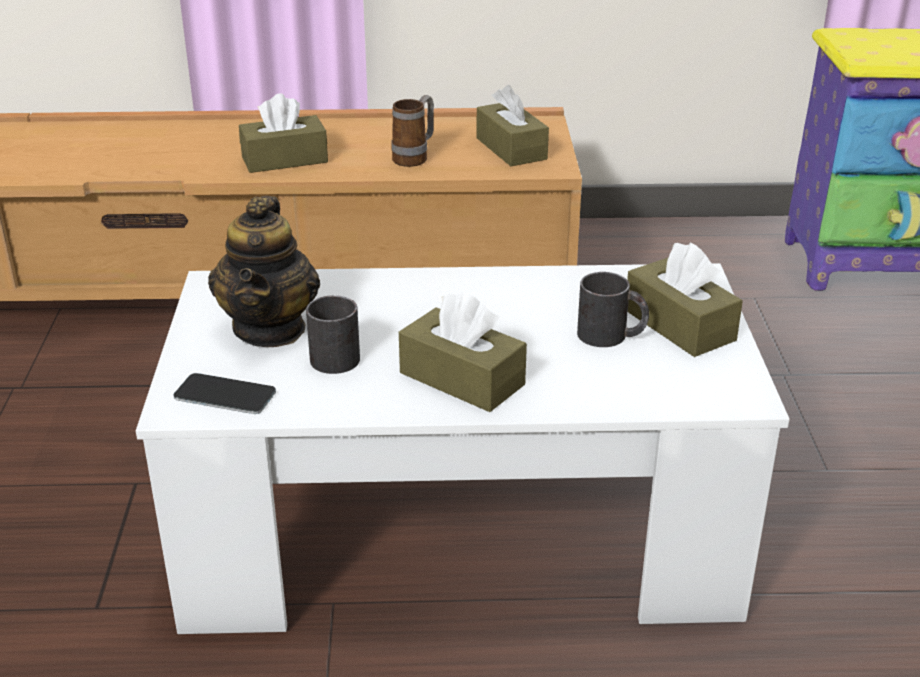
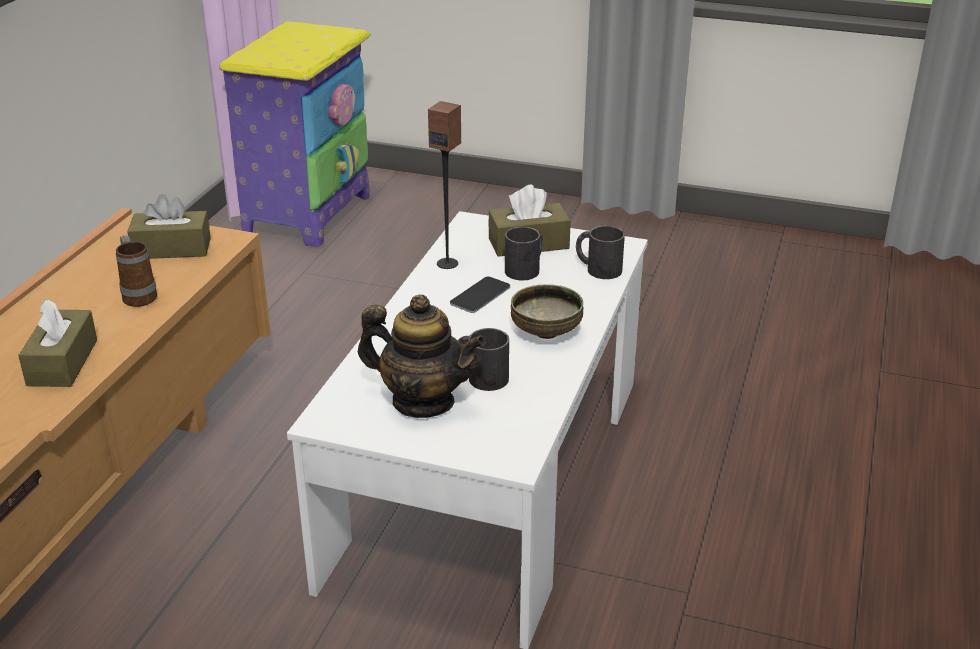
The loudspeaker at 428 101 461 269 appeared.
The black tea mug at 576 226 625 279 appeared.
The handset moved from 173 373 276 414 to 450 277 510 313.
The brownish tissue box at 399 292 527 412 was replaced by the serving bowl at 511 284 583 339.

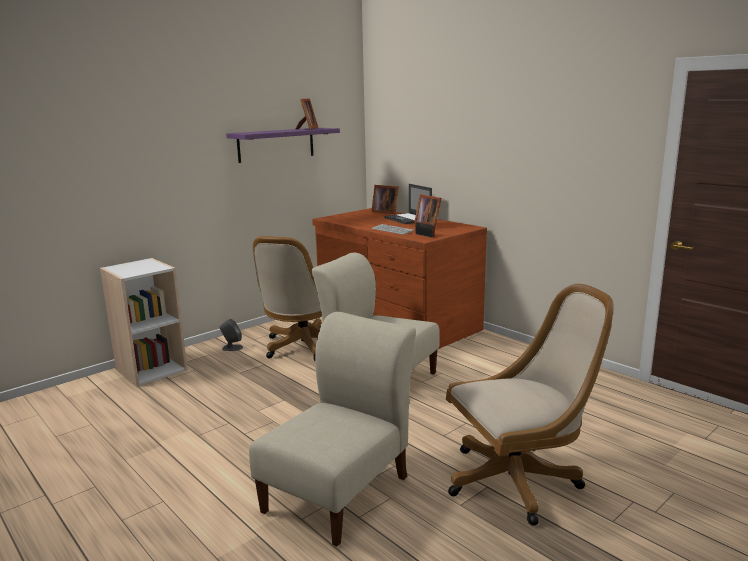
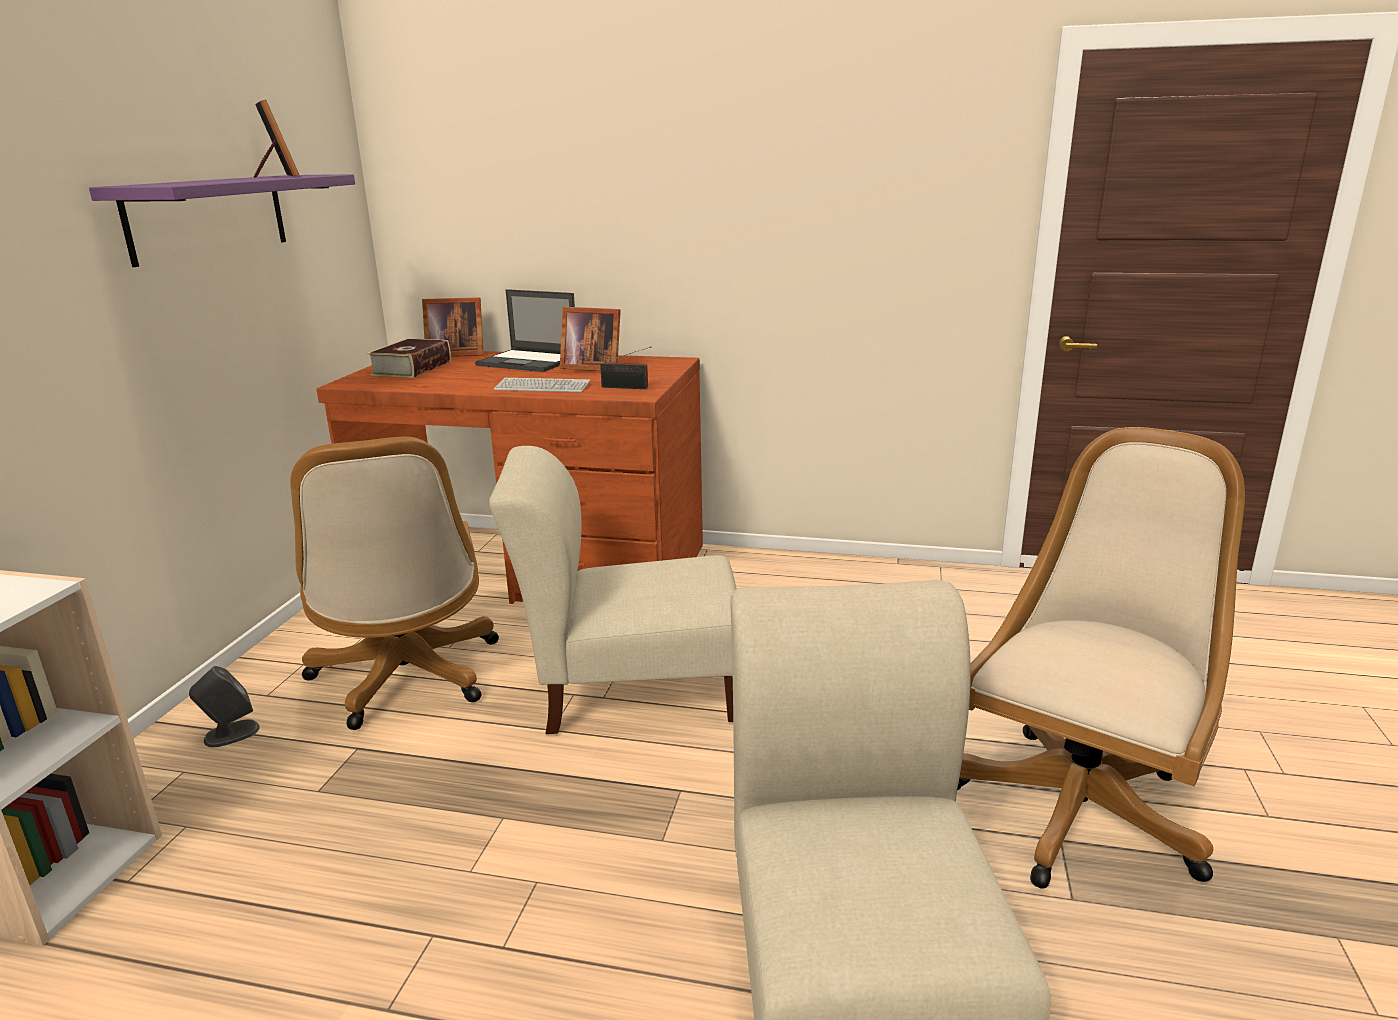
The bound book at 367 338 451 378 appeared.

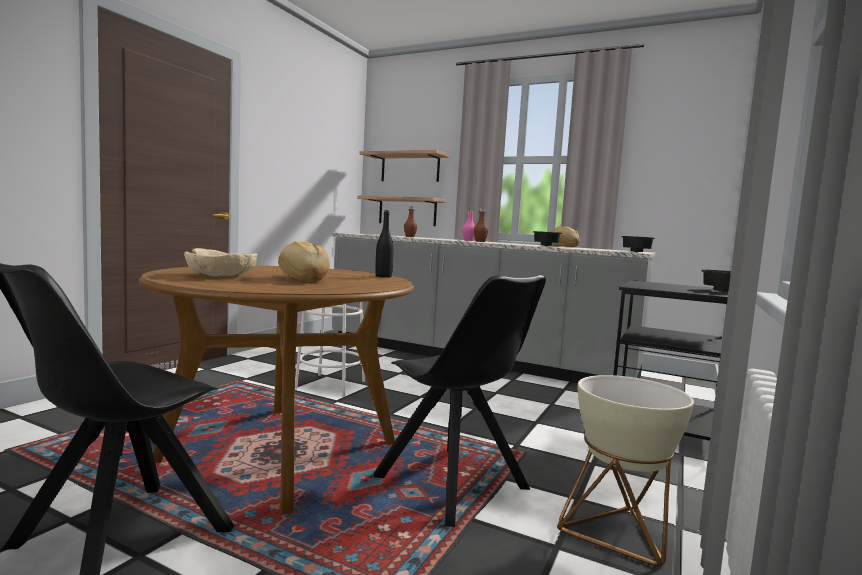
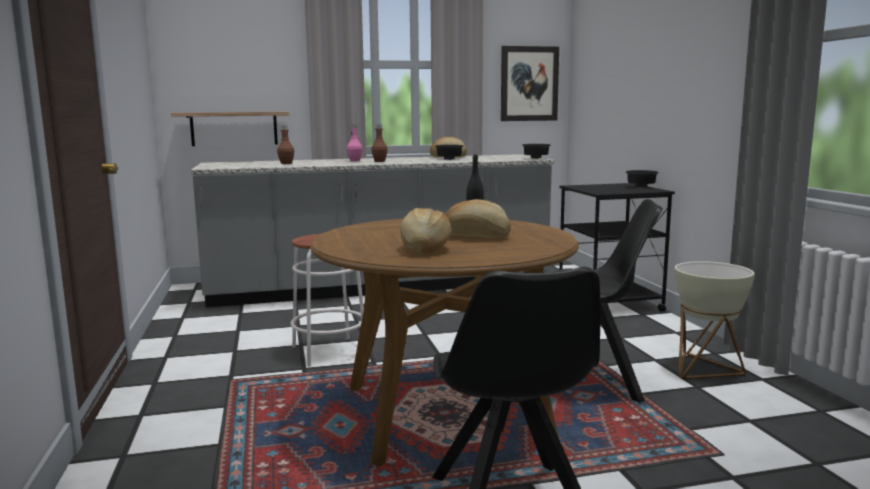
The shelf at 359 150 449 182 disappeared.
The wall picture at 501 46 559 121 appeared.
The sand-coloured serving bowl at 184 248 257 277 was replaced by the baked bread at 401 208 451 255.

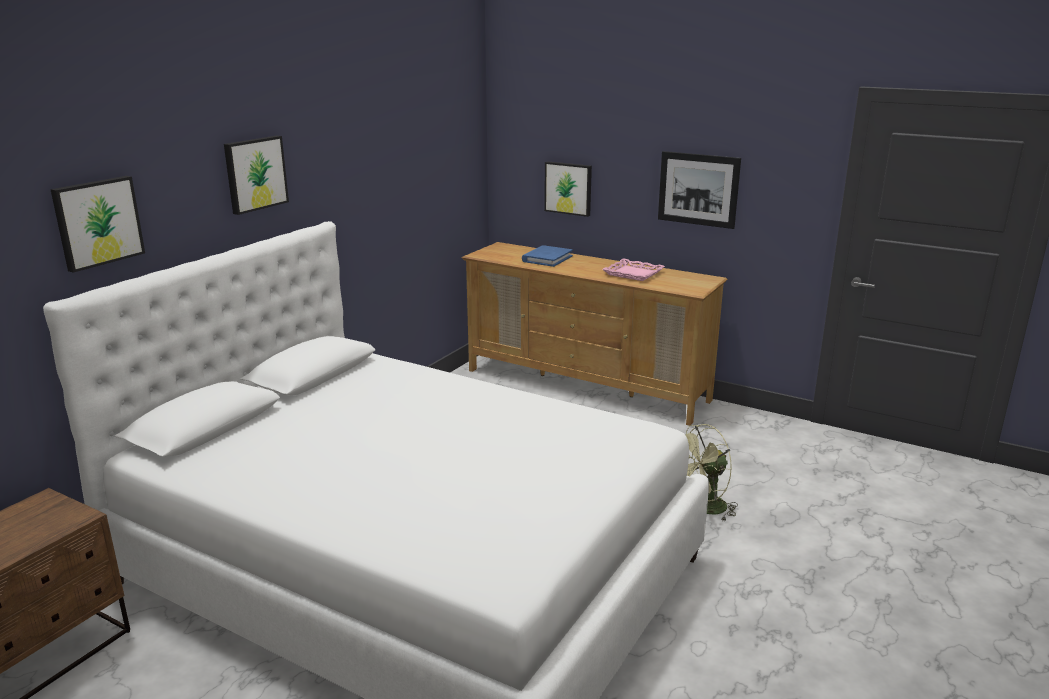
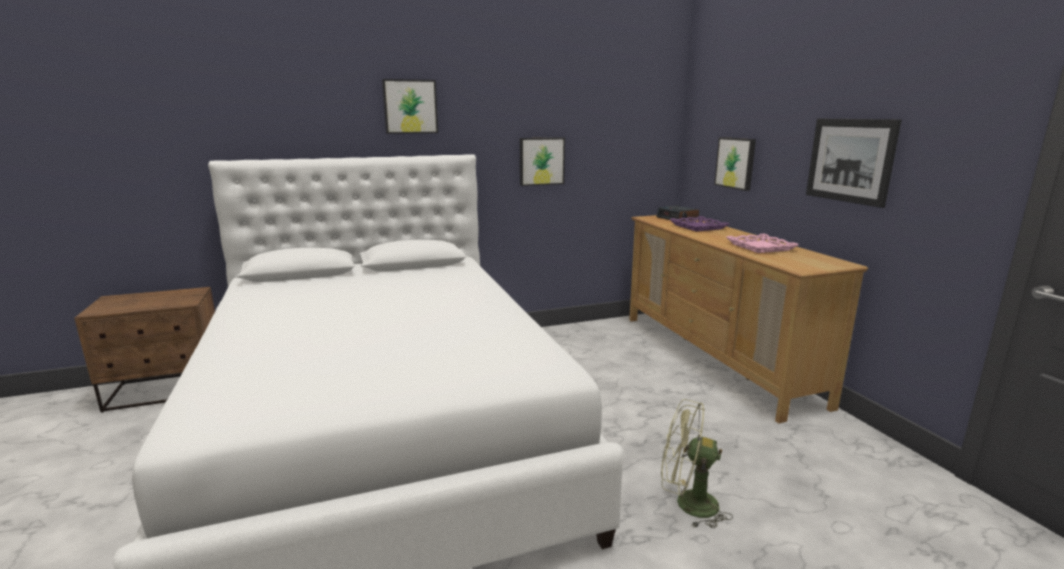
The table clock at 656 205 699 221 appeared.
The wall picture moved from 50 176 145 273 to 520 137 565 186.
The blue bound book at 522 245 573 267 was replaced by the purplish carrying tray at 670 216 729 232.

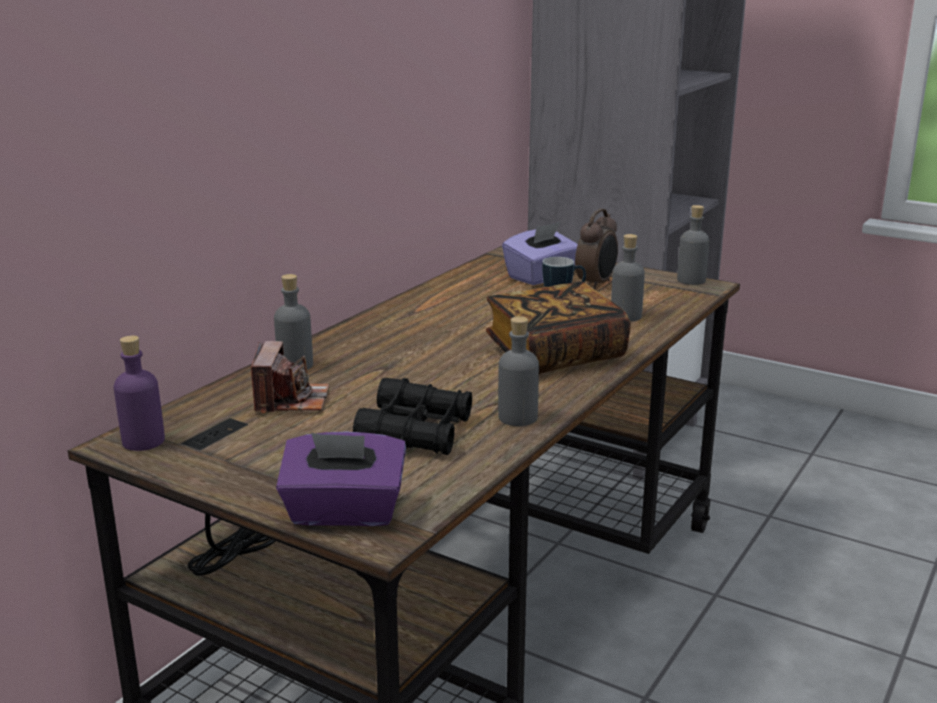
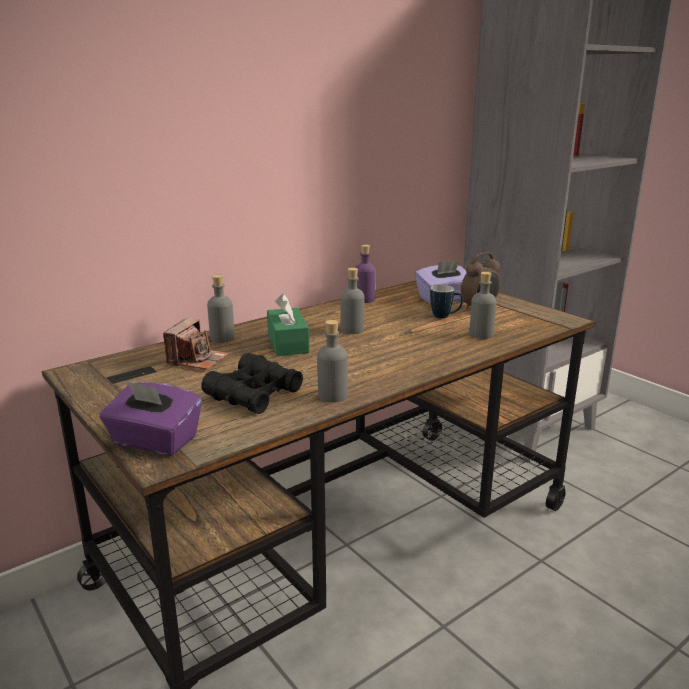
The bound book at 486 282 631 374 disappeared.
The green tissue box at 267 294 309 356 appeared.
The purplish bottle moved from 114 336 165 451 to 355 245 376 303.
The grey bottle moved from 677 205 710 285 to 340 268 364 334.

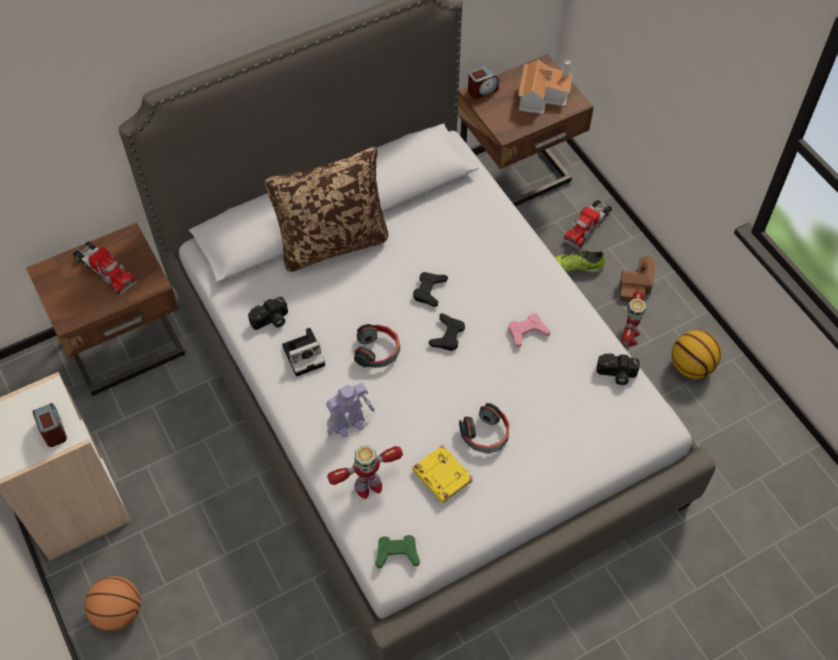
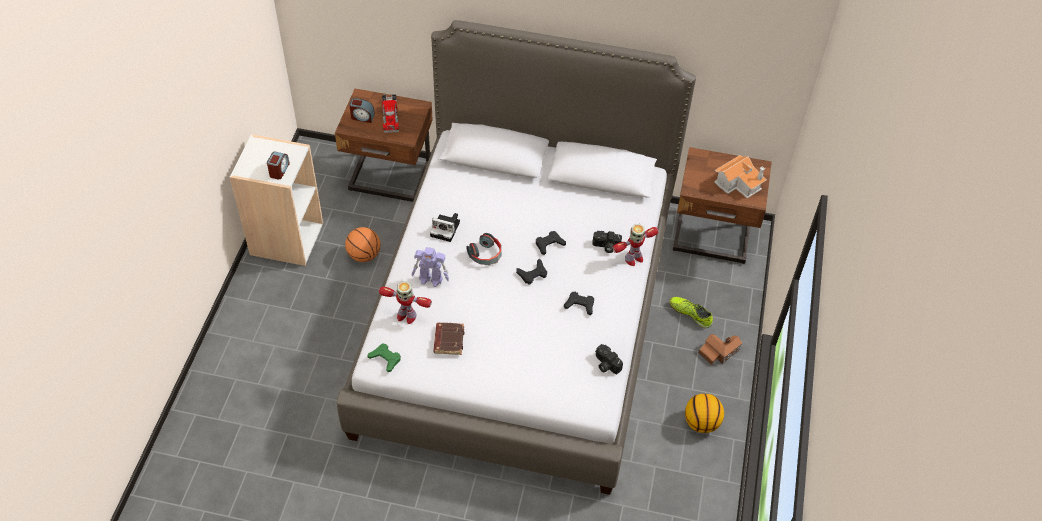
The brownish cushion at 264 147 388 272 disappeared.
The headphones at 459 403 509 454 disappeared.
The toy lorry at 563 199 612 249 disappeared.
The basketball ball moved from 84 576 141 631 to 345 227 381 262.
The still camera moved from 248 297 288 330 to 592 231 622 253.
The table clock moved from 468 66 499 99 to 349 98 375 123.
The robot figure moved from 621 291 646 346 to 612 224 658 266.
The yellow bound book at 412 445 473 503 became the brownish bound book at 433 323 464 355.
The pink gamepad at 508 314 550 348 became the black gamepad at 564 292 594 315.

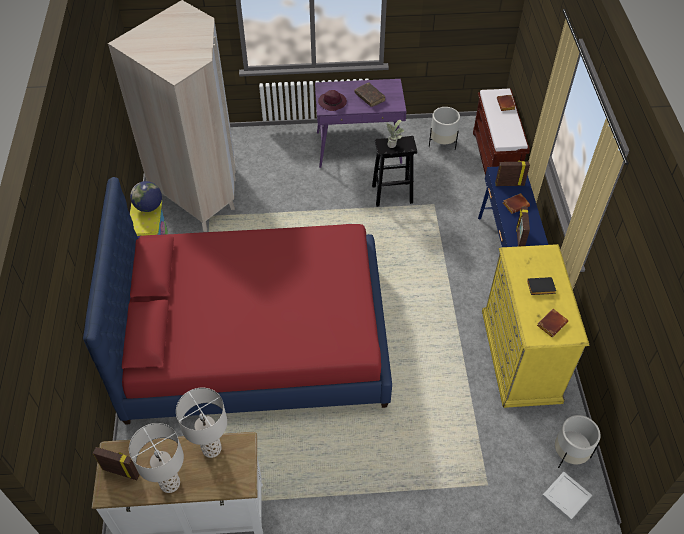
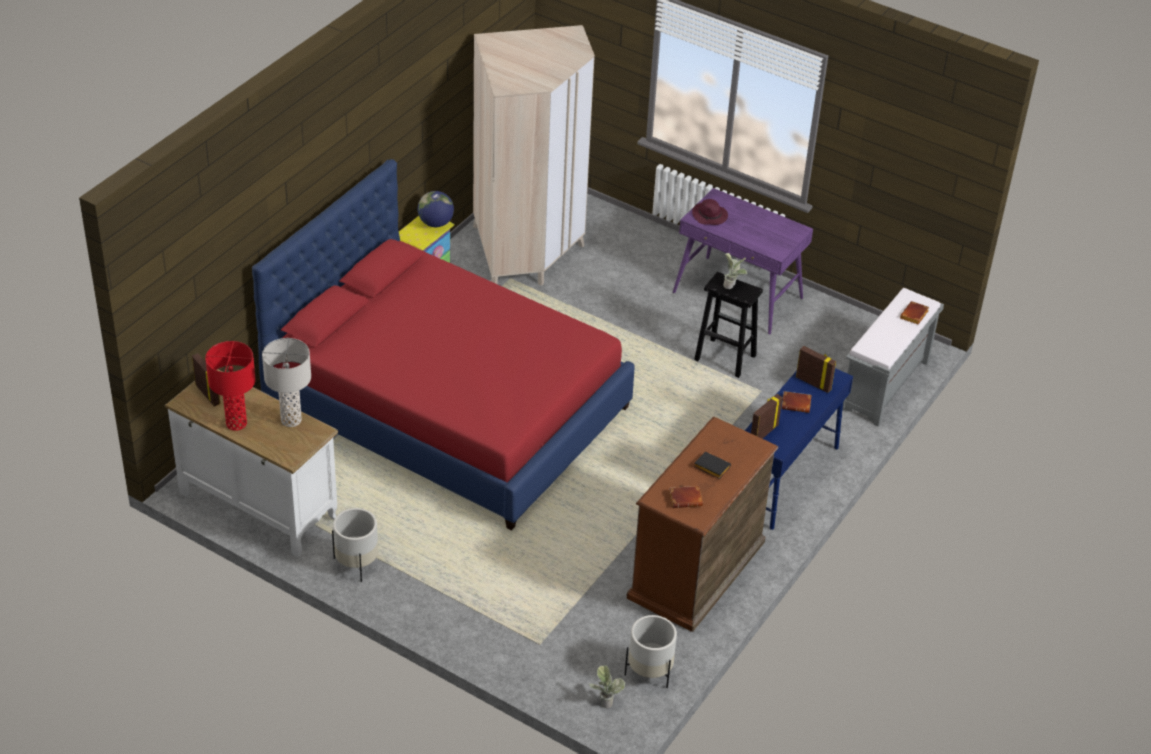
The brownish bound book at 354 82 385 107 disappeared.
The white-coloured planter moved from 429 107 460 150 to 332 508 378 582.
The white-coloured carrying tray at 542 472 592 521 was replaced by the plant in a pot at 589 665 625 708.
The white-coloured lamp for a table at 129 423 184 493 became the reddish lamp for a table at 205 341 256 431.
The brownish bench at 473 89 530 175 became the grey bench at 842 288 944 426.
The yellow dresser at 482 244 590 408 became the brownish dresser at 626 417 778 632.

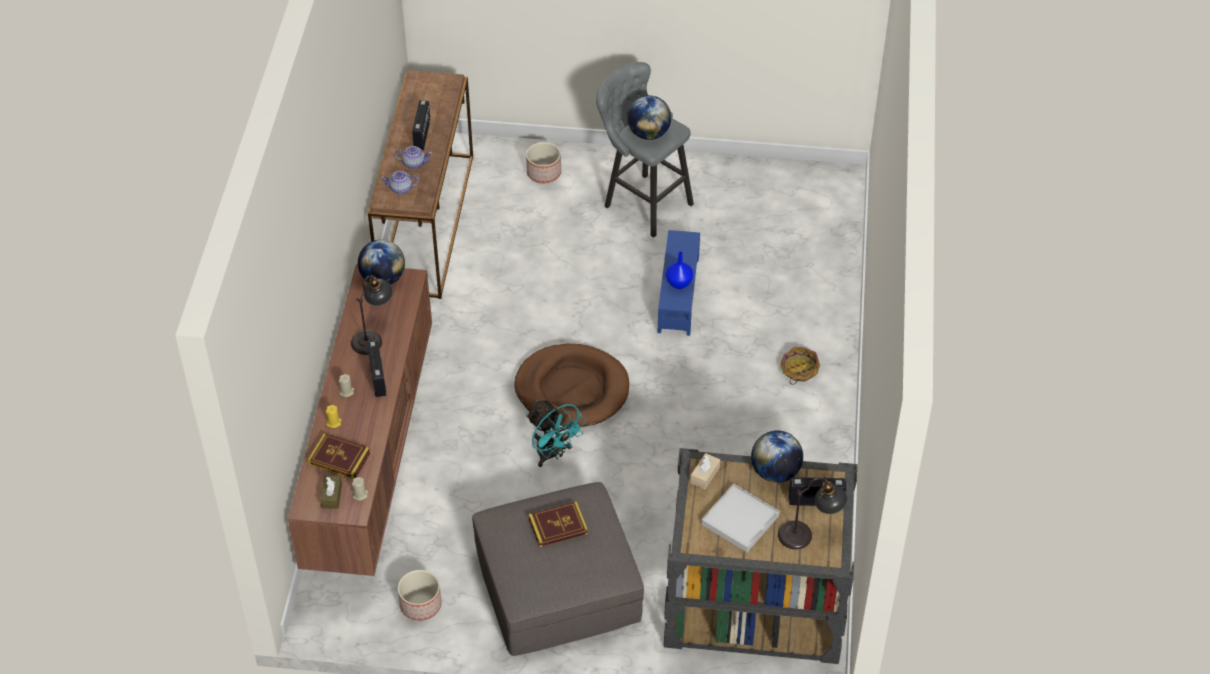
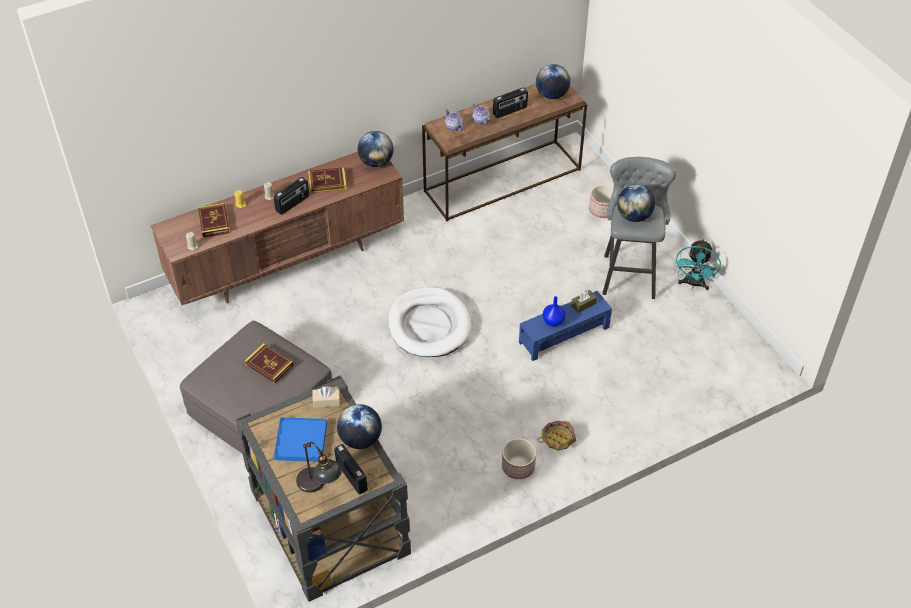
The desk globe at 536 64 570 99 appeared.
The brownish tissue box moved from 320 475 342 509 to 571 290 597 313.
The planter moved from 398 570 442 621 to 502 438 536 479.
The turquoise cooling fan moved from 526 400 586 467 to 675 239 721 290.
The grey lamp for a table at 351 275 393 355 was replaced by the bound book at 308 167 347 193.
The brownish dog bed at 514 344 629 427 became the white-coloured dog bed at 388 287 471 357.
The white-coloured carrying tray at 701 484 780 552 became the blue carrying tray at 274 417 327 462.

